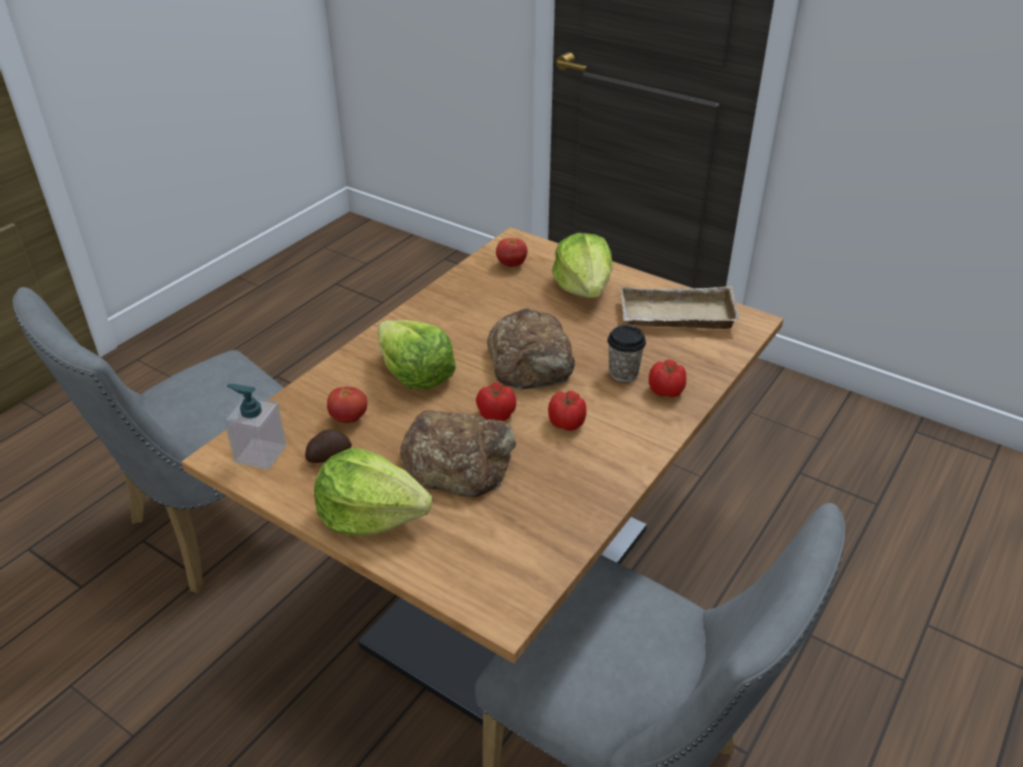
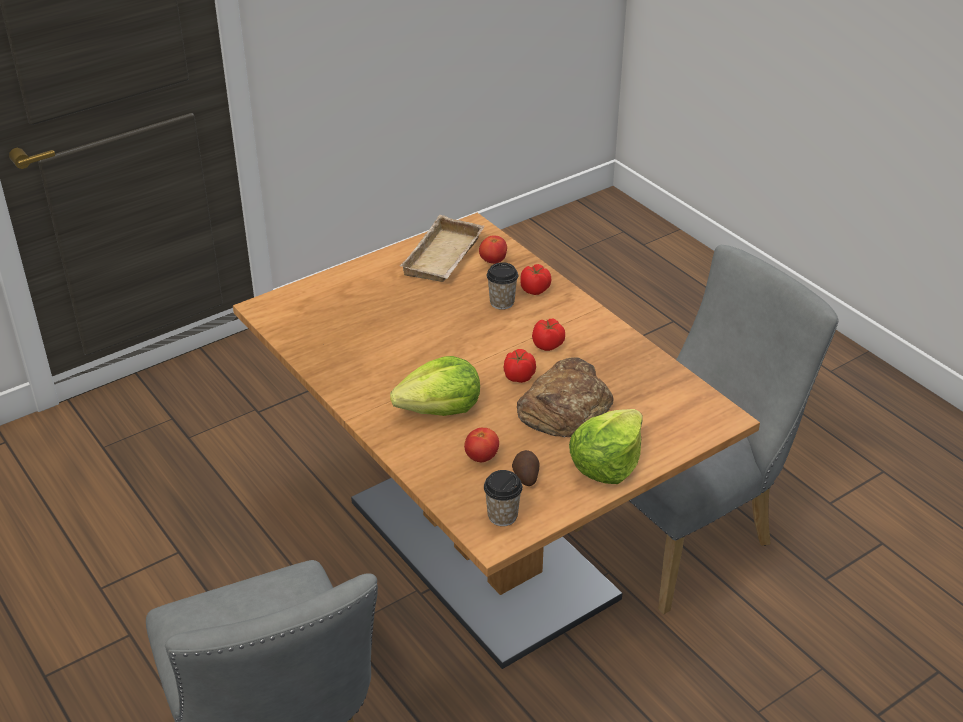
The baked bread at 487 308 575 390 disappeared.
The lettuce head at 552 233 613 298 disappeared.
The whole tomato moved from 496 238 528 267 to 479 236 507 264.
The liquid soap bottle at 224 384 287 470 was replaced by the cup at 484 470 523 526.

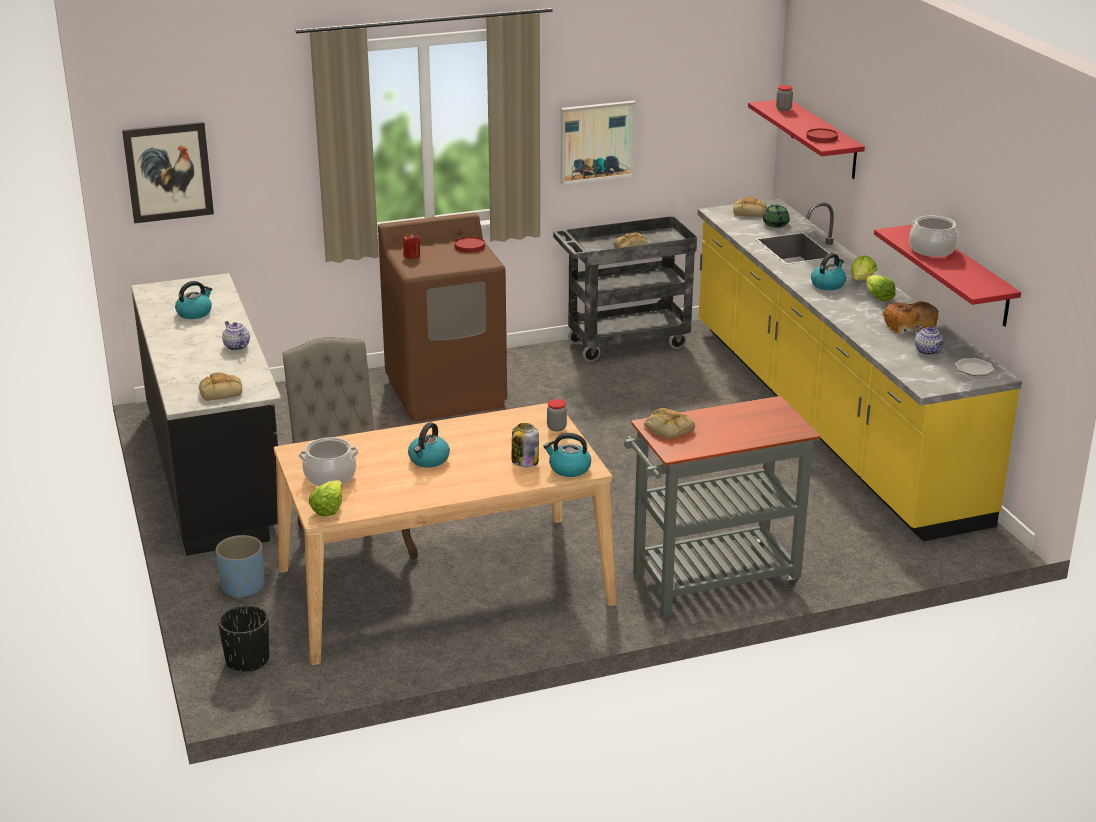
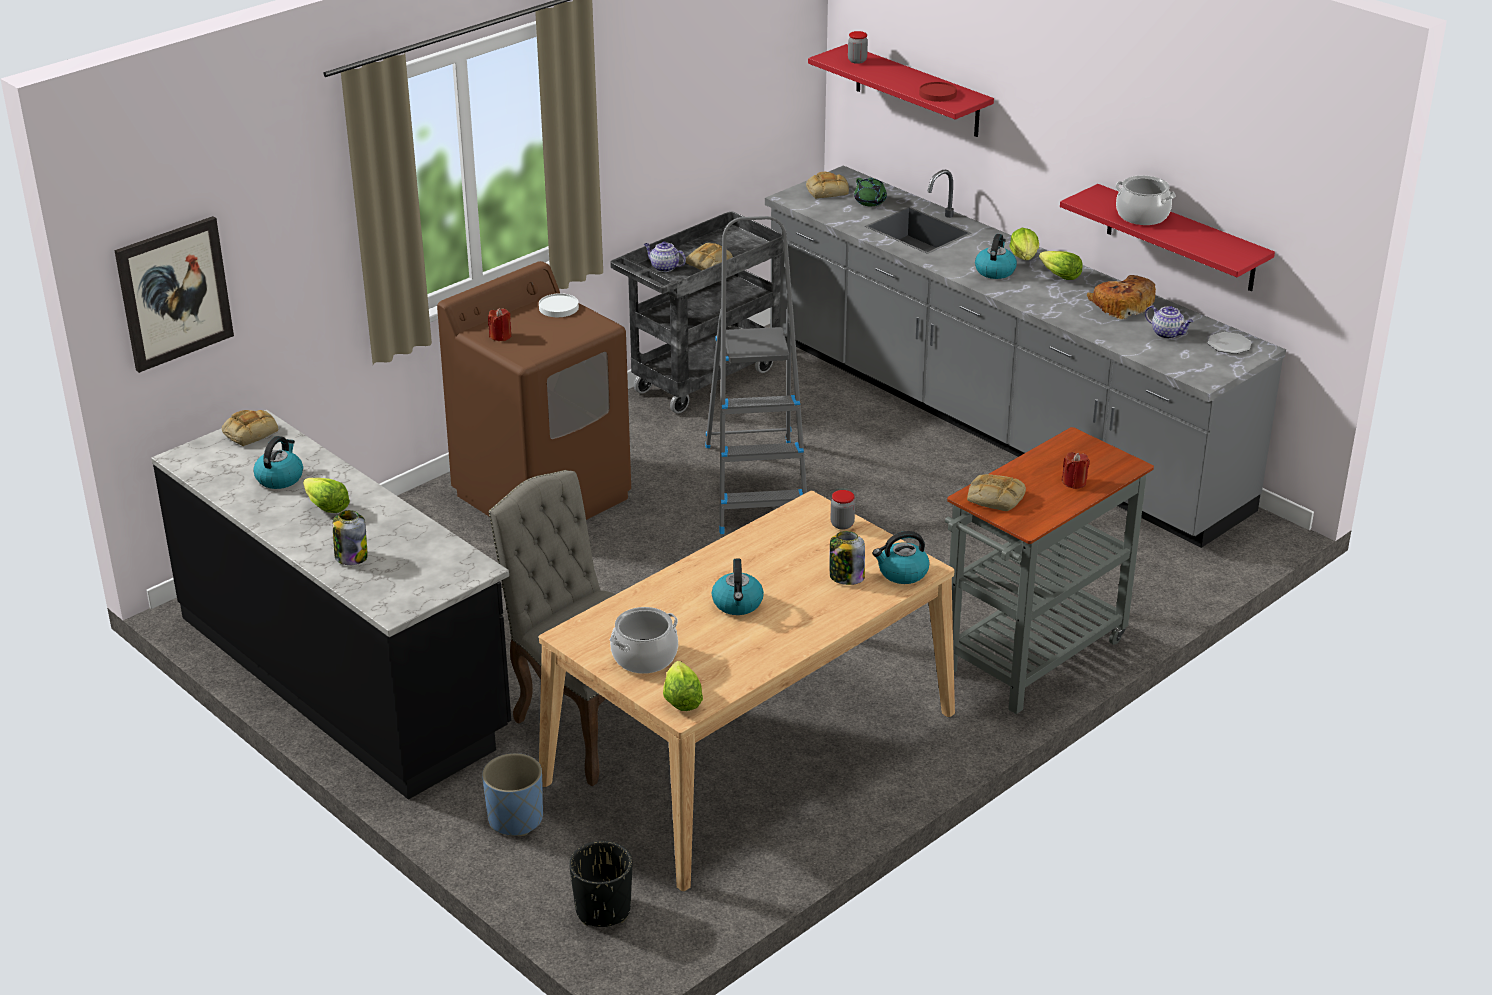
The wall picture at 561 101 636 185 disappeared.
The lettuce head at 303 478 350 513 appeared.
The storage jar at 333 510 368 565 appeared.
The grey step stool at 705 216 807 534 appeared.
The reddish candle at 1062 452 1090 489 appeared.
The baked bread moved from 199 372 242 401 to 222 410 278 446.
The pot for tea moved from 222 321 250 351 to 644 241 686 272.
The reddish plate at 454 237 485 253 became the white-coloured plate at 539 293 579 317.
The yellow kitchen base unit at 698 199 1022 541 became the grey kitchen base unit at 765 165 1286 548.

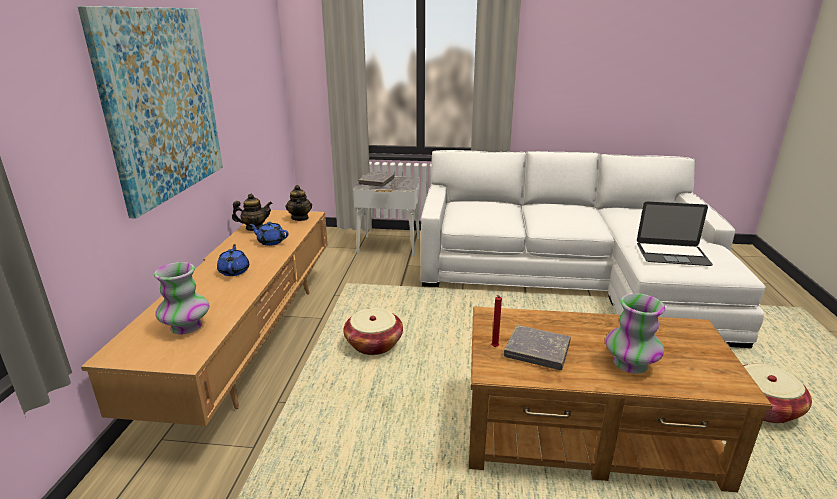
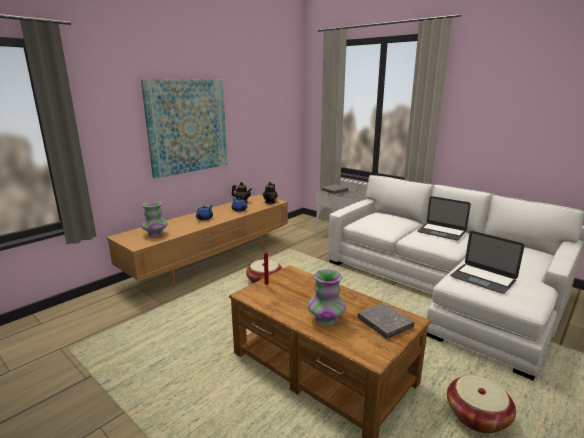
The notebook computer at 417 196 471 241 appeared.
The grey bound book moved from 504 325 571 370 to 357 303 414 339.

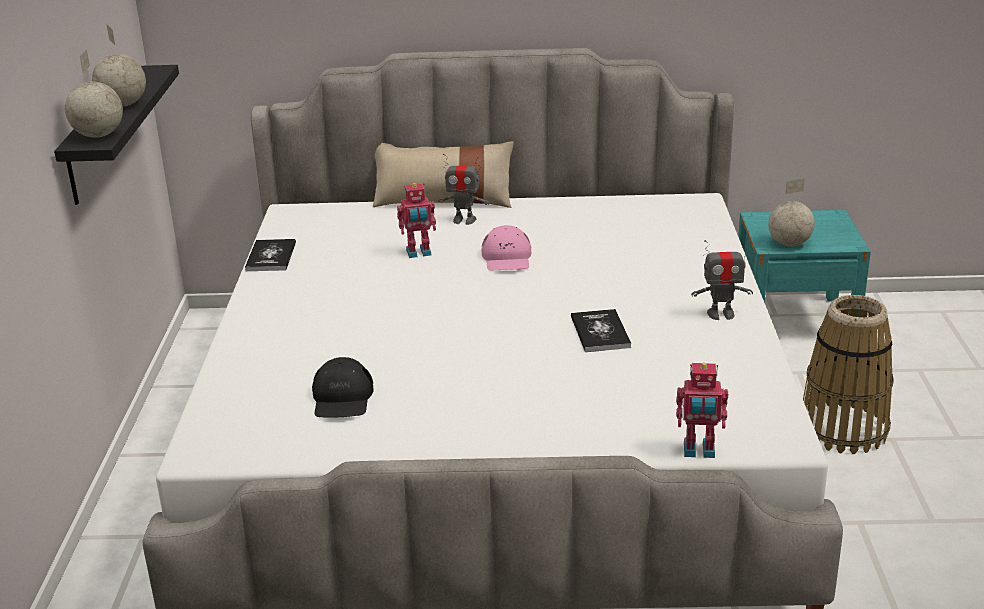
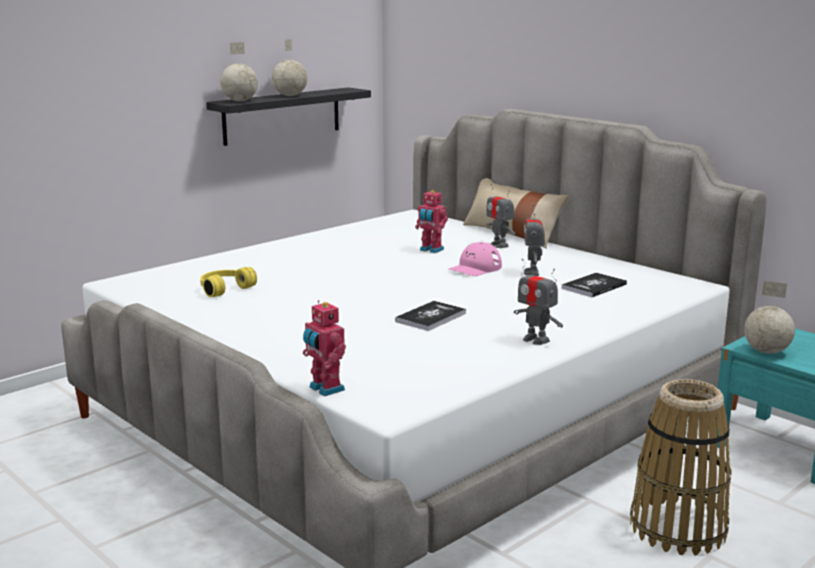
The robot figure at 523 205 545 276 appeared.
The bound book moved from 245 239 296 271 to 561 273 627 297.
The black peaked cap at 312 357 374 418 was replaced by the yellow headphones at 200 267 257 297.

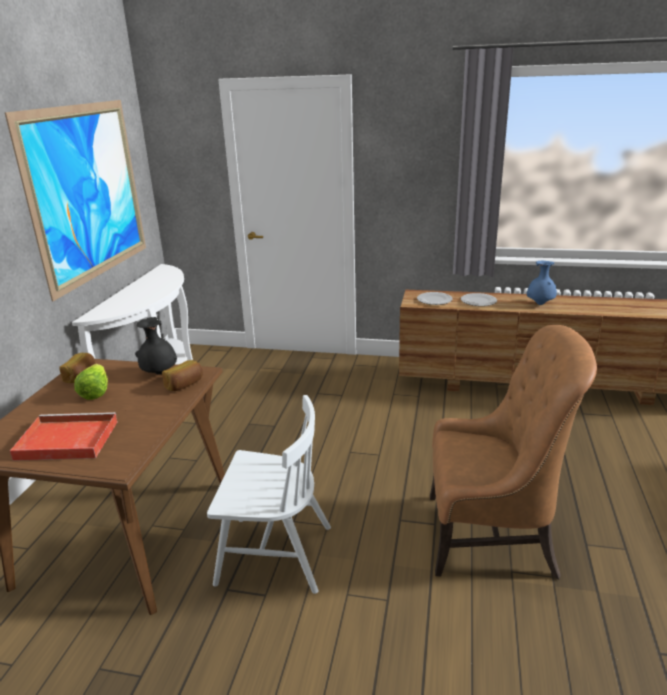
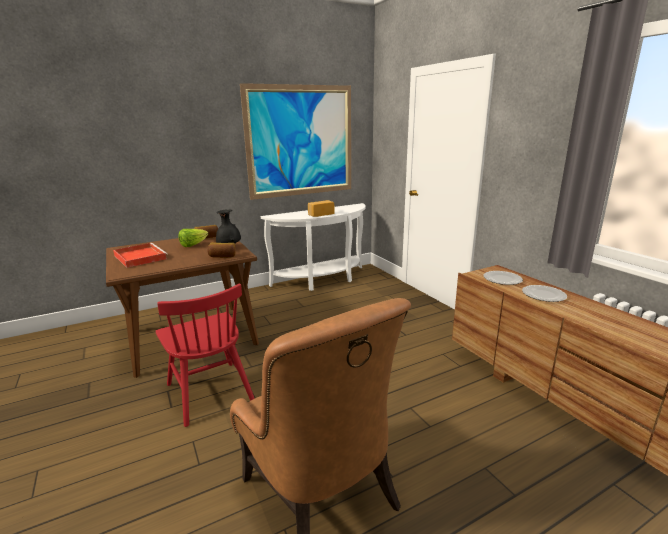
The blue flower vase at 527 261 557 305 disappeared.
The baked bread at 308 200 335 217 appeared.
The white-coloured plain chair at 207 395 331 594 became the reddish plain chair at 155 284 255 427.

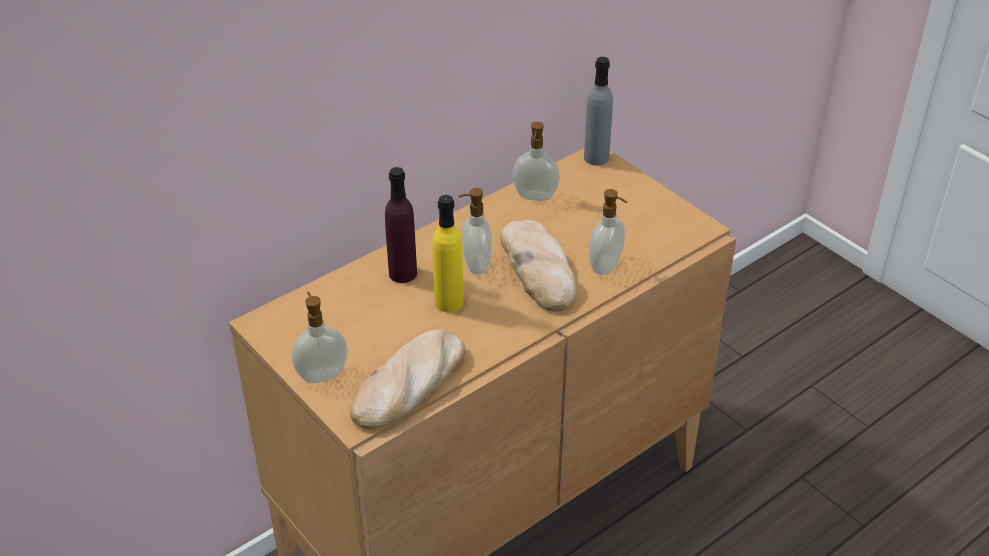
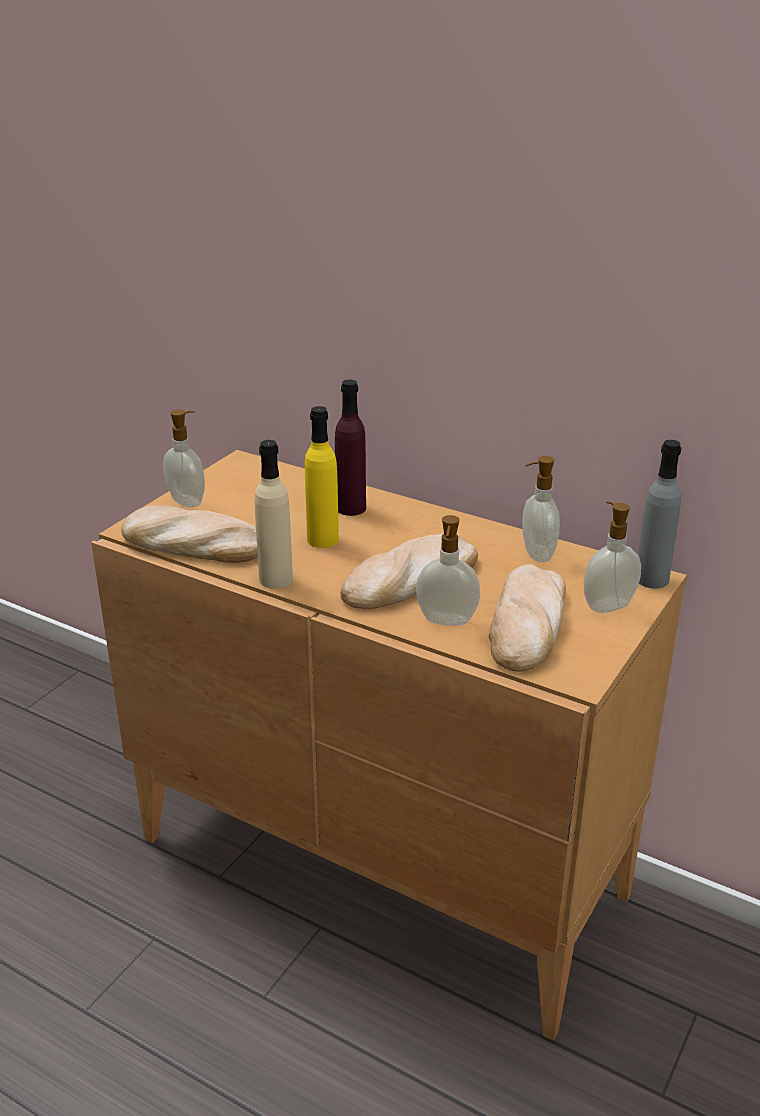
The sand-coloured bottle at 254 440 293 589 appeared.
The baked bread at 489 564 566 672 appeared.
The liquid soap bottle moved from 458 188 492 275 to 584 501 641 613.

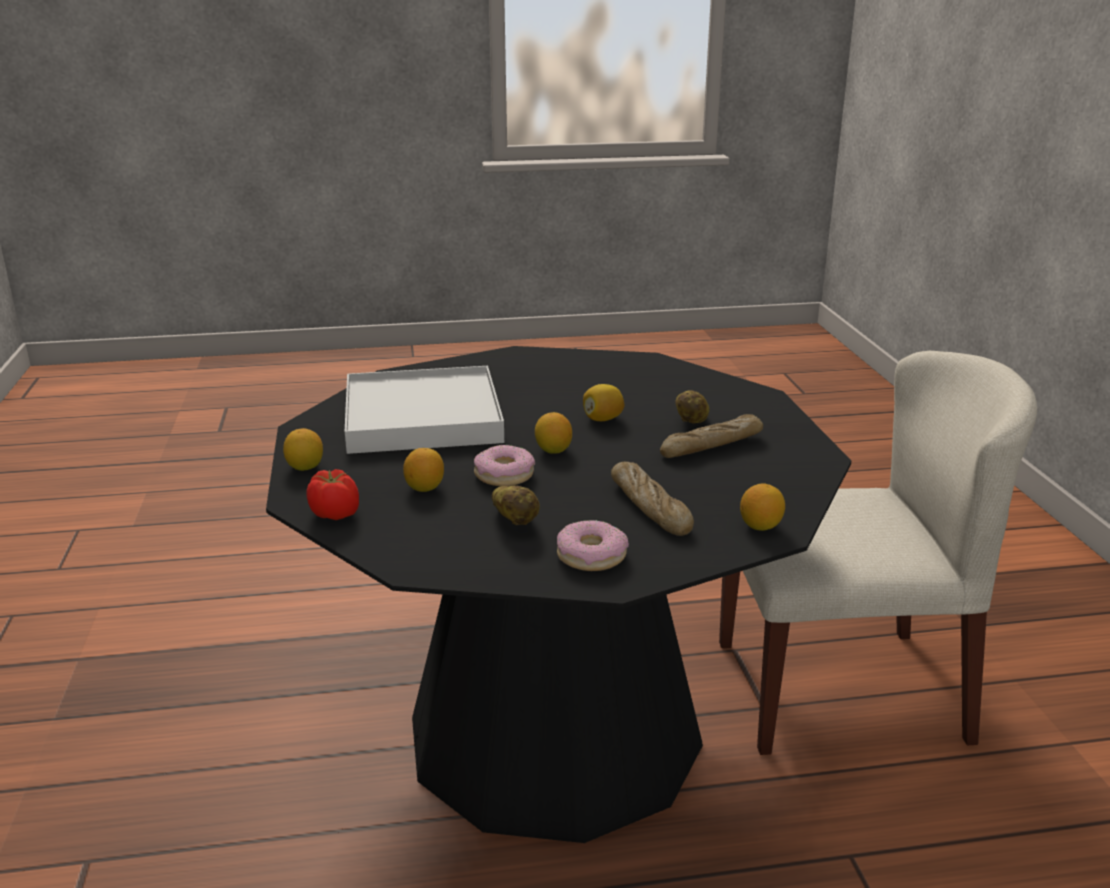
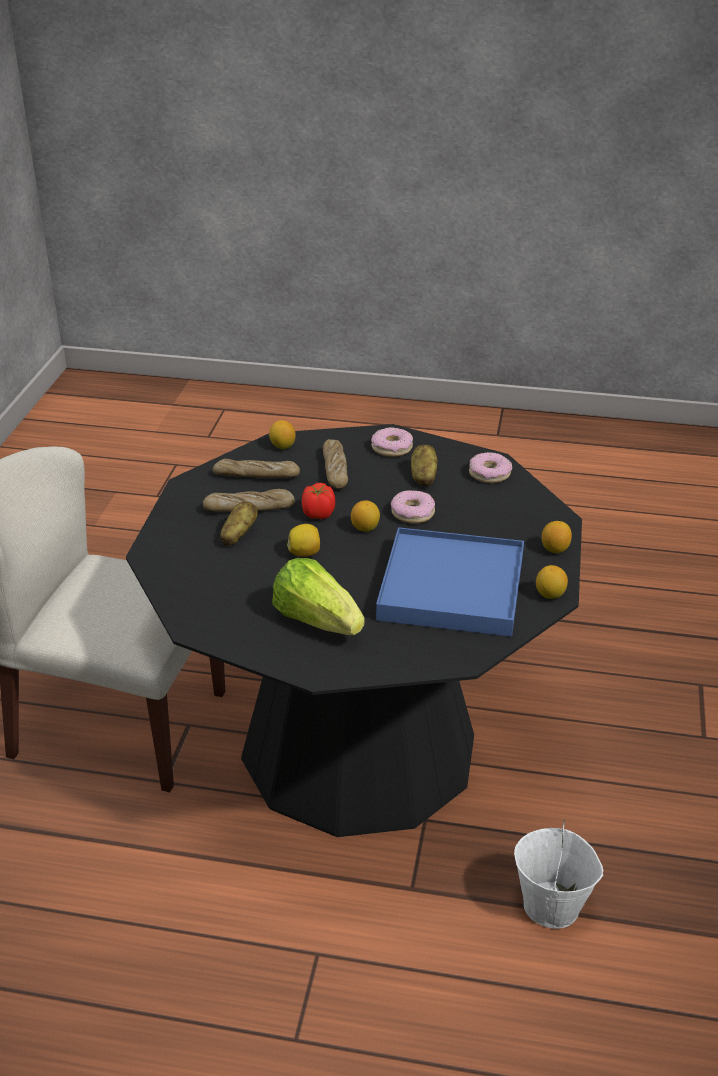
The baked bread at 213 459 300 478 appeared.
The lettuce head at 272 558 365 635 appeared.
The donut at 469 452 512 483 appeared.
The white-coloured bucket at 514 819 603 929 appeared.
The whole tomato moved from 307 469 359 520 to 302 483 335 519.
The citrus fruit moved from 403 448 444 492 to 536 565 568 599.
The white-coloured carrying tray at 345 366 504 454 became the blue carrying tray at 376 527 524 637.

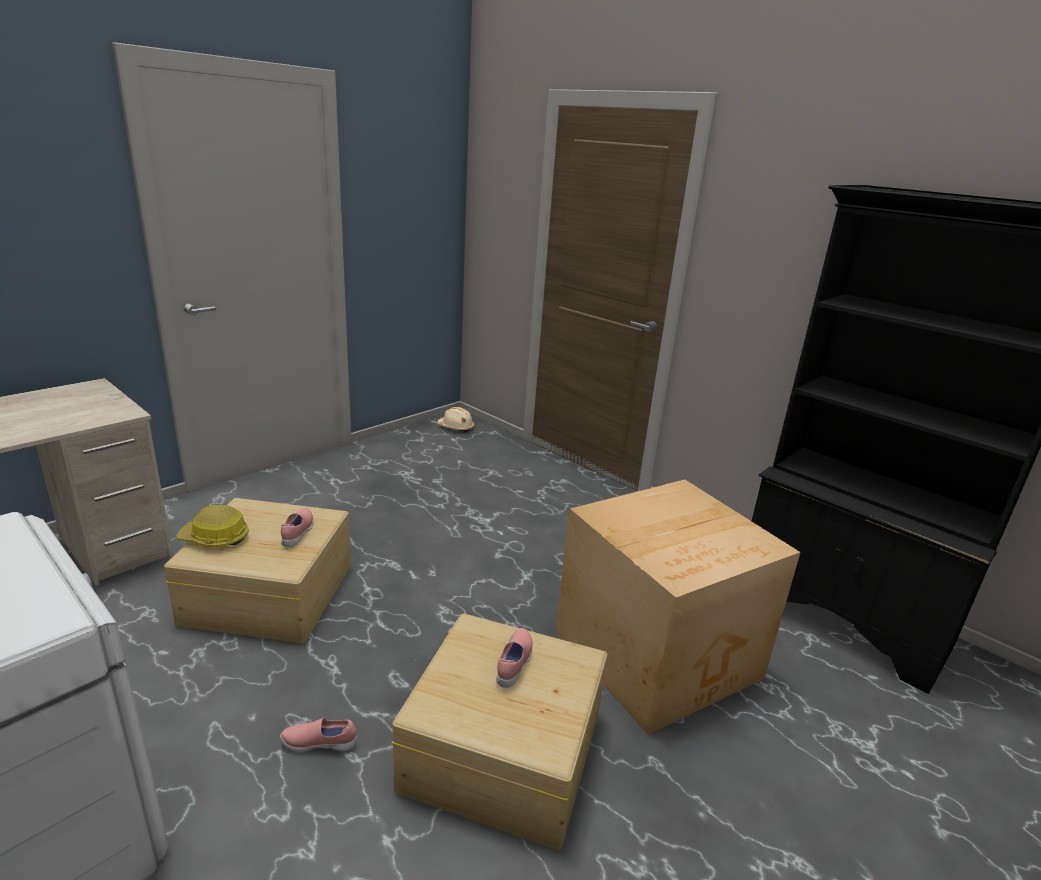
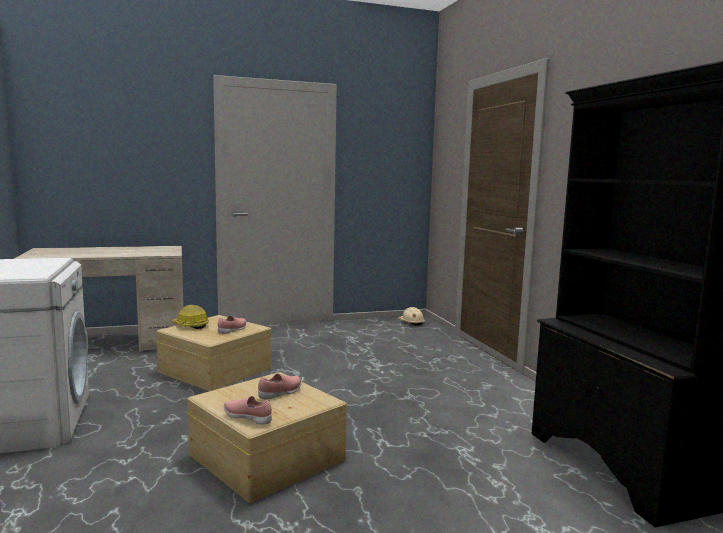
The packing box at 556 480 801 735 disappeared.
The pink item of footwear moved from 280 718 357 752 to 224 396 272 425.

